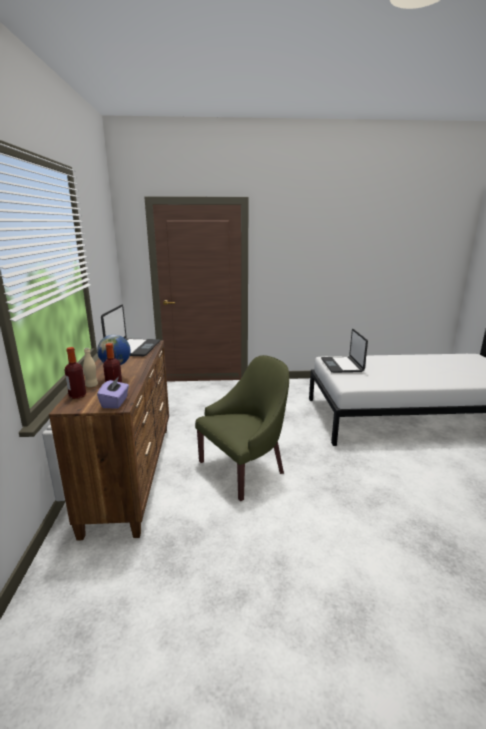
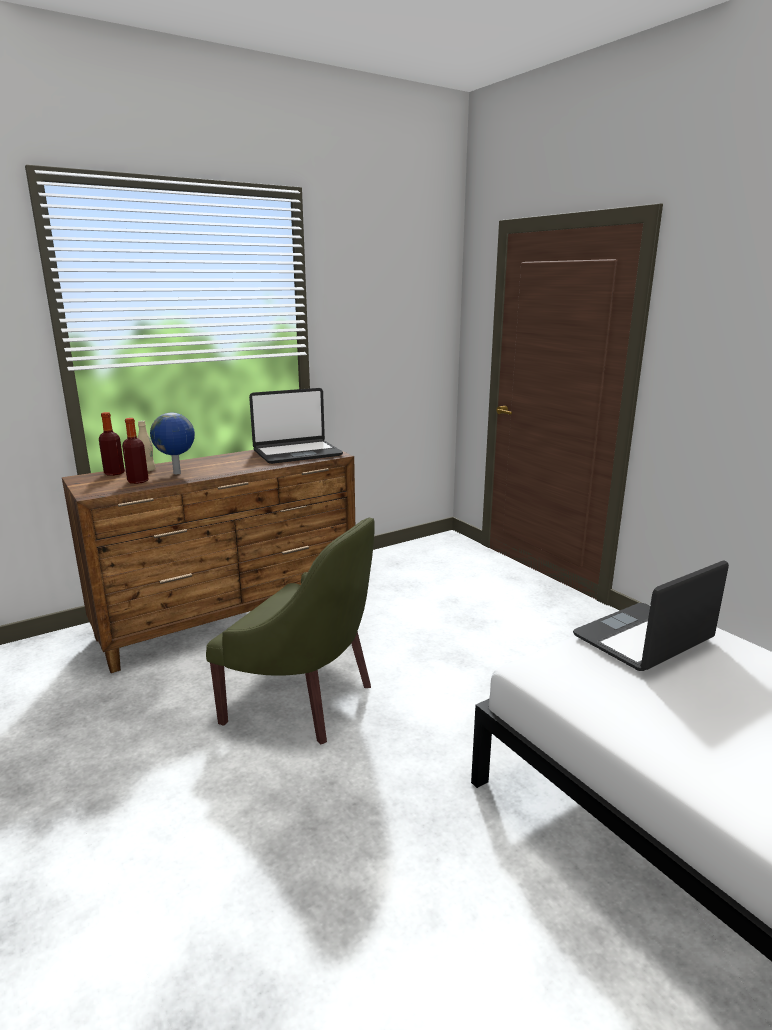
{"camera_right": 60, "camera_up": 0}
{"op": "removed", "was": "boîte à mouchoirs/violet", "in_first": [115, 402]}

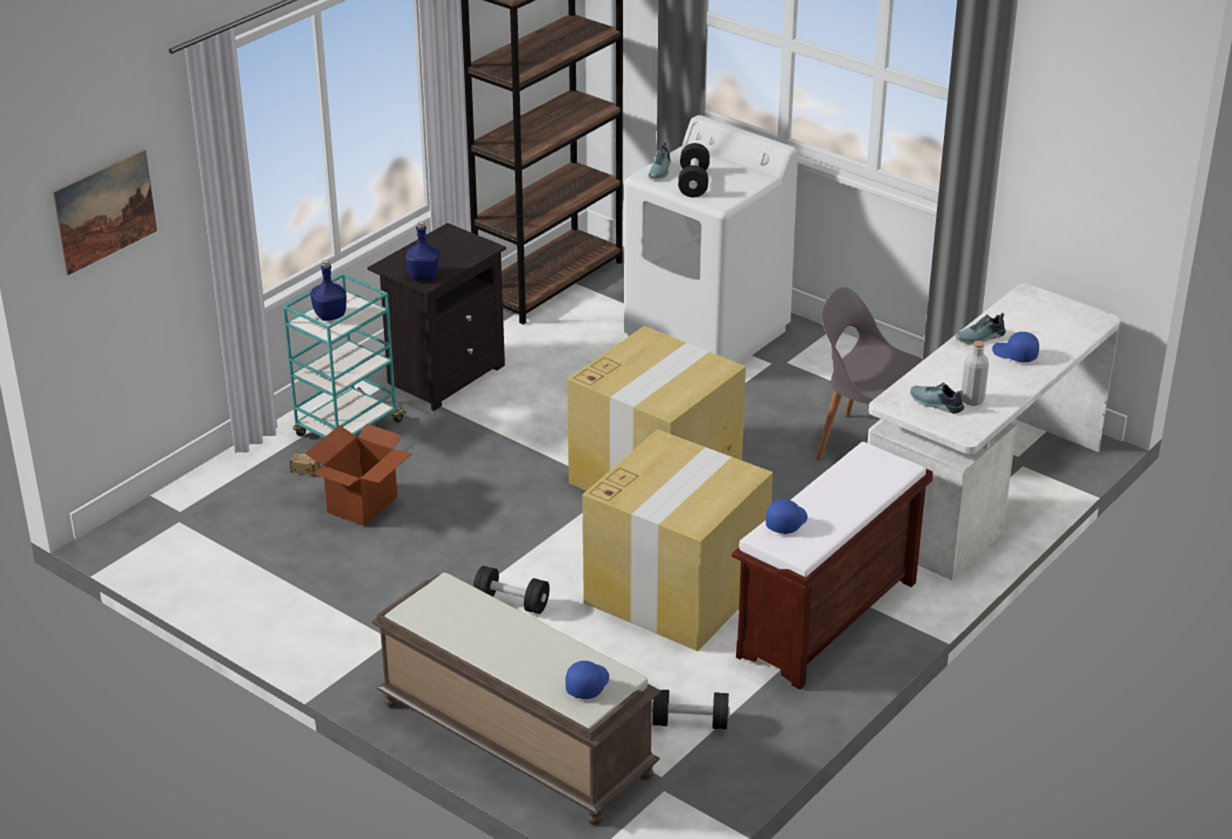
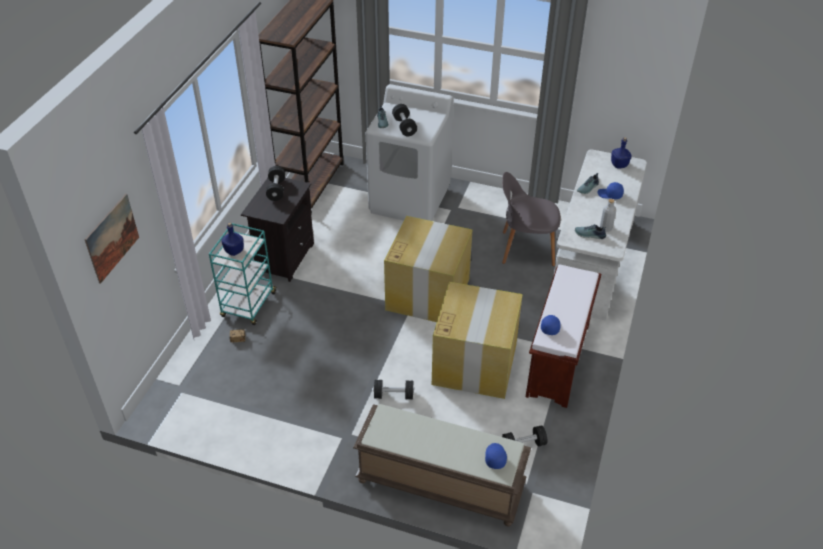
{"camera_right": -20, "camera_up": 10}
{"op": "added", "now": "haltère/noir", "in_second": [276, 189]}
{"op": "moved", "was": "bouteille/bleu", "in_first": [424, 276], "in_second": [619, 165]}
{"op": "removed", "was": "carton", "in_first": [362, 505]}

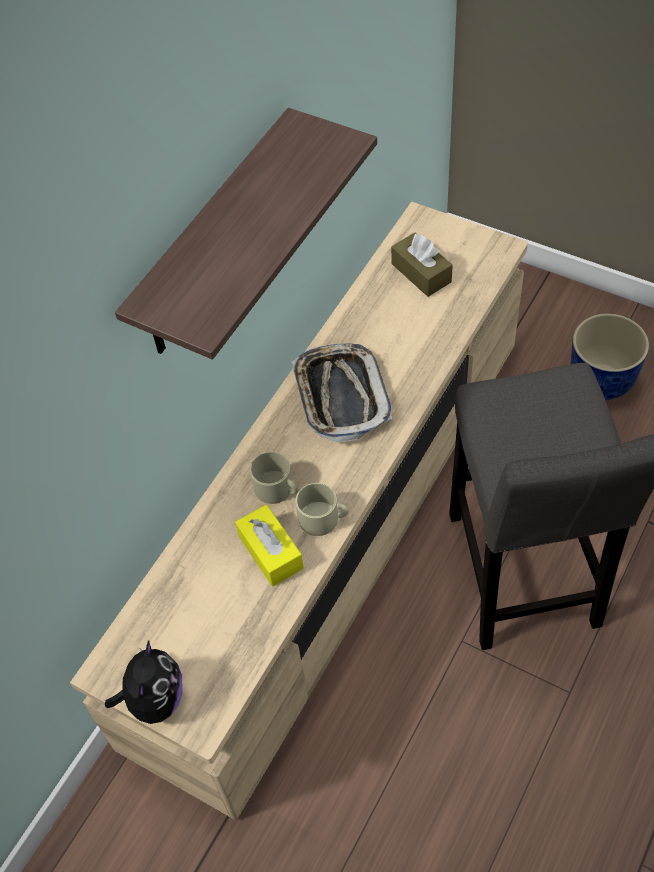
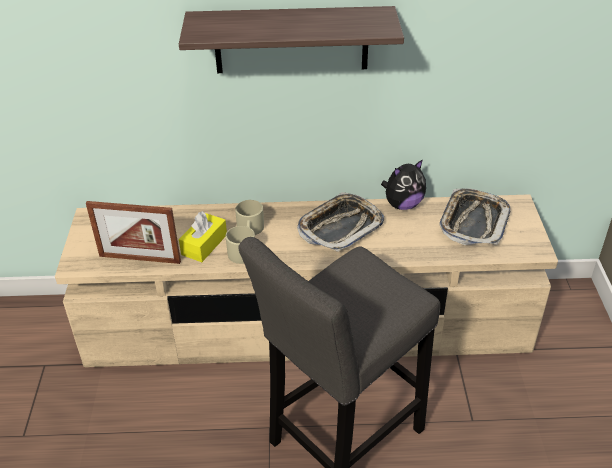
{"camera_right": 55, "camera_up": -15}
{"op": "added", "now": "cadre photo", "in_second": [140, 259]}
{"op": "moved", "was": "peluche", "in_first": [154, 699], "in_second": [402, 204]}
{"op": "replaced", "was": "boîte à mouchoirs/marron", "now": "plateau", "in_first": [421, 273], "in_second": [473, 222]}
{"op": "removed", "was": "cache-pot", "in_first": [601, 381]}

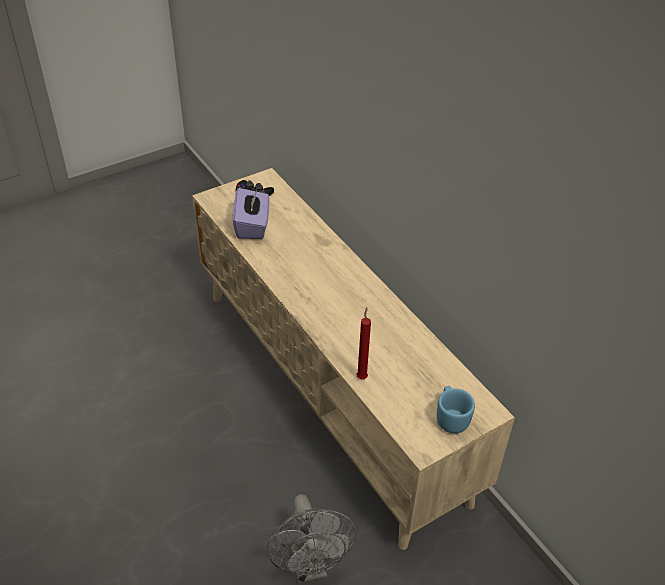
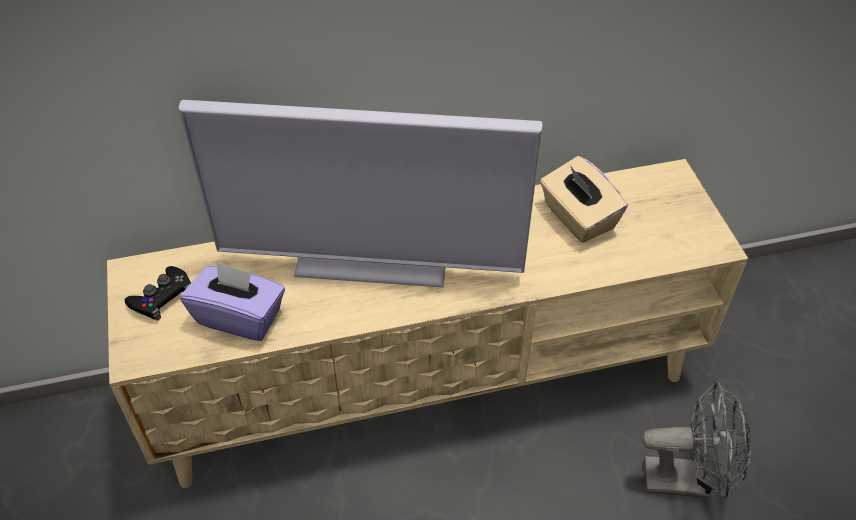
{"camera_right": -70, "camera_up": 5}
{"op": "added", "now": "téléviseur", "in_second": [371, 261]}
{"op": "added", "now": "boîte à mouchoirs/beige", "in_second": [578, 217]}
{"op": "removed", "was": "bougie/rouge", "in_first": [362, 376]}
{"op": "removed", "was": "mug/bleu", "in_first": [451, 417]}

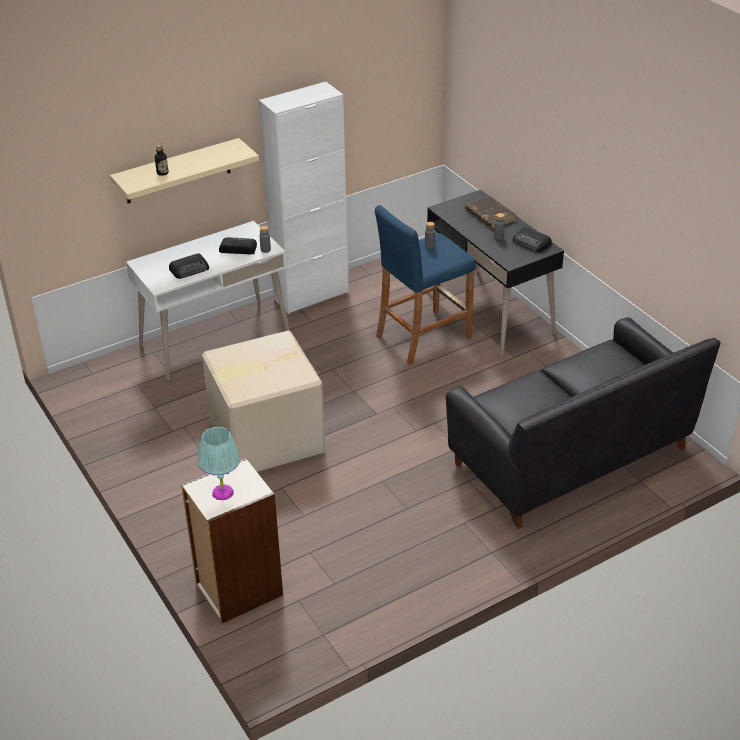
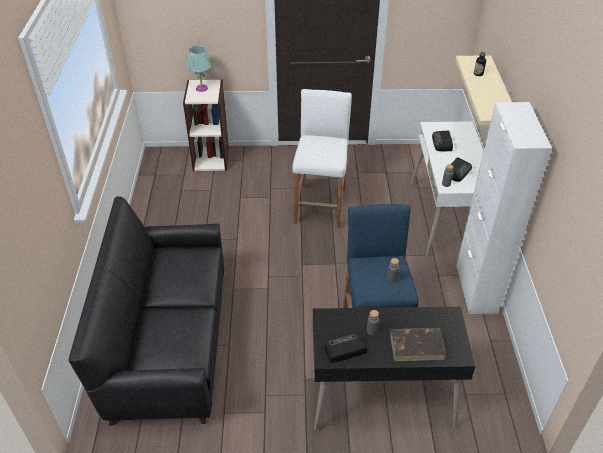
{"camera_right": 120, "camera_up": 5}
{"op": "replaced", "was": "carton", "now": "tabouret/blanc", "in_first": [265, 437], "in_second": [320, 206]}

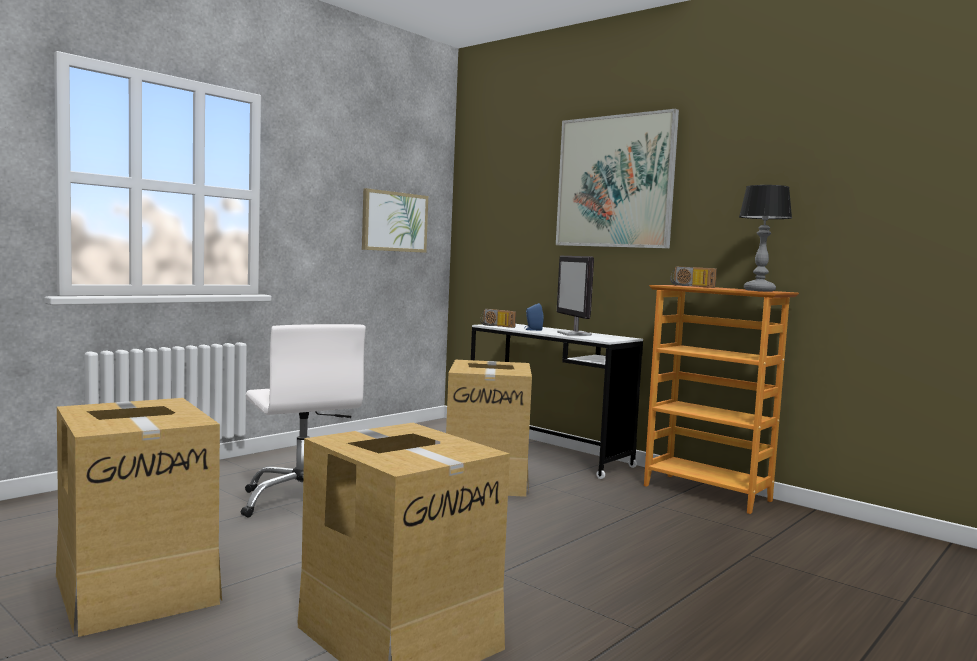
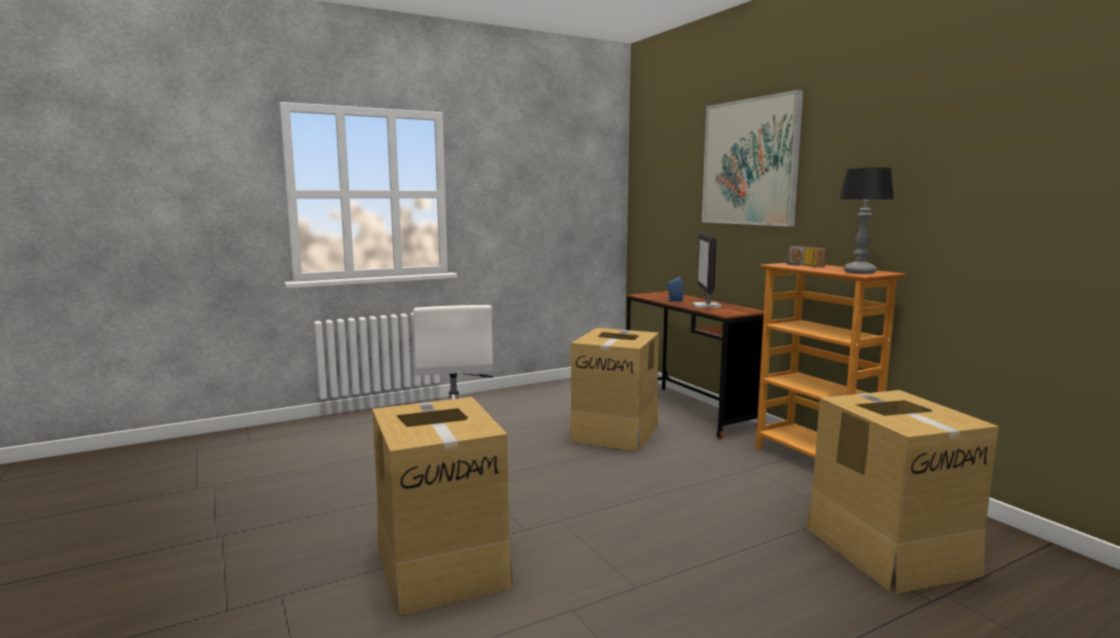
{"camera_right": 20, "camera_up": 5}
{"op": "recoloured", "was": "bureau/blanc", "now": "bureau/marron", "in_first": [547, 454], "in_second": [688, 411]}
{"op": "moved", "was": "carton", "in_first": [137, 587], "in_second": [889, 549]}
{"op": "removed", "was": "tableau", "in_first": [394, 221]}
{"op": "removed", "was": "radio", "in_first": [496, 326]}

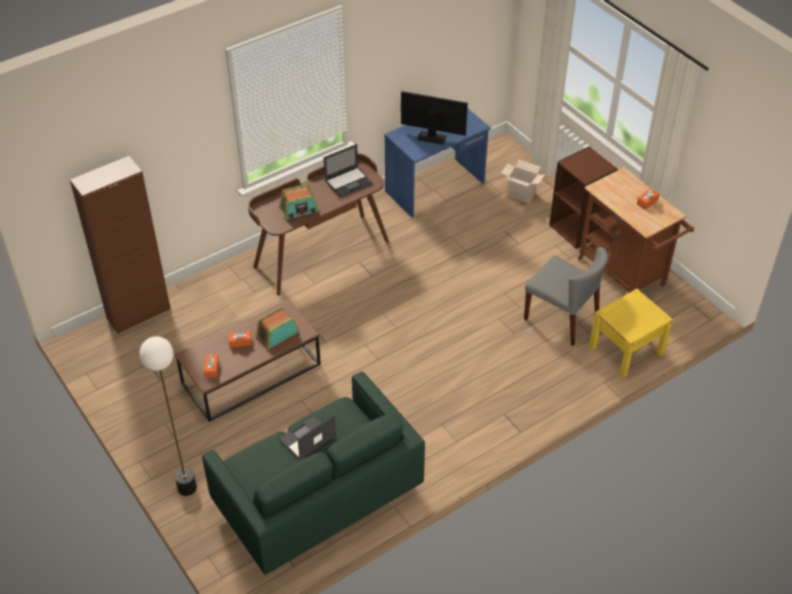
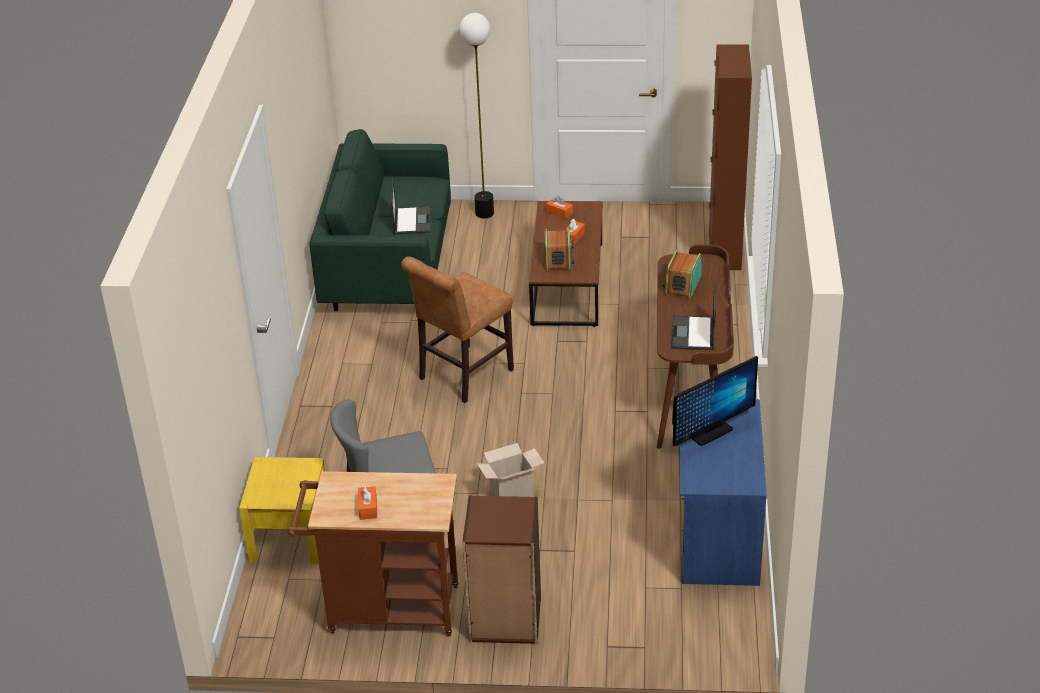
{"camera_right": 130, "camera_up": -10}
{"op": "added", "now": "chaise/marron", "in_second": [462, 376]}
{"op": "moved", "was": "carton", "in_first": [520, 194], "in_second": [512, 494]}

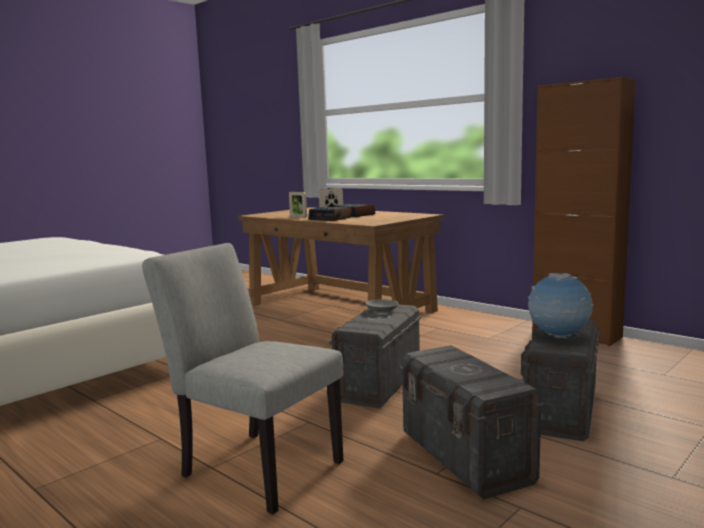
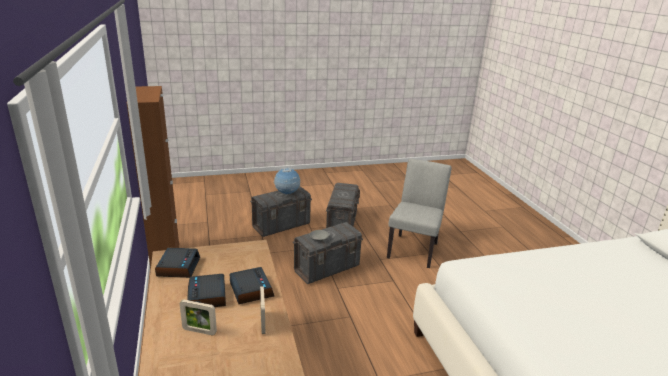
{"camera_right": -150, "camera_up": 15}
{"op": "added", "now": "réveil", "in_second": [178, 267]}
{"op": "turned", "was": "chaise/gris", "in_first": [253, 465], "in_second": [414, 248], "clockwise": -135}

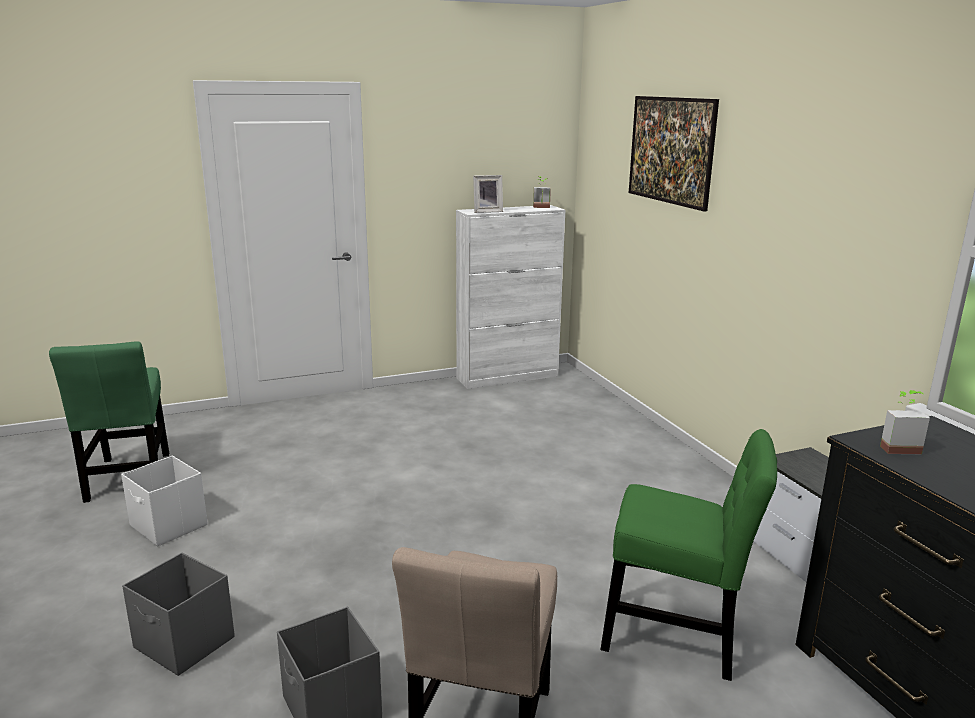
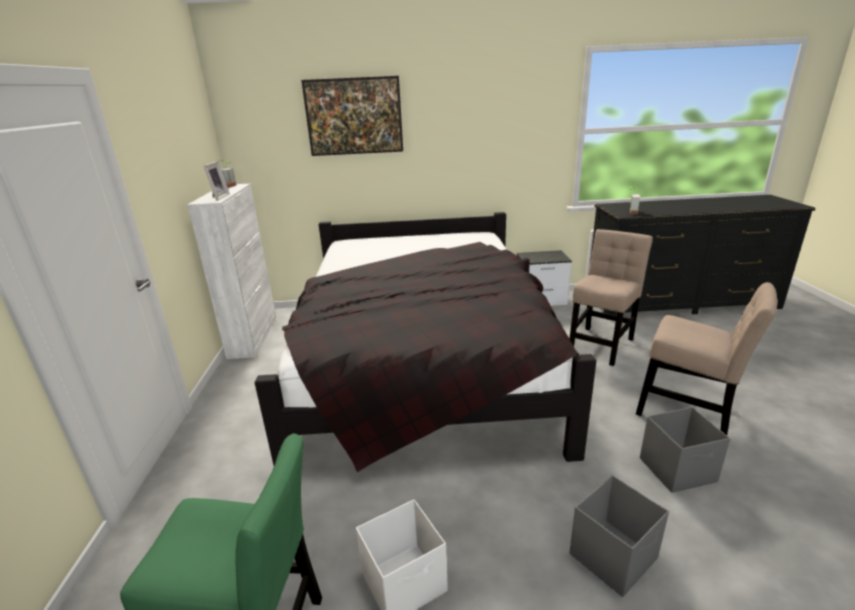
{"camera_right": -70, "camera_up": 5}
{"op": "added", "now": "lit/noir", "in_second": [424, 363]}
{"op": "recoloured", "was": "chaise/vert", "now": "chaise/beige", "in_first": [676, 636], "in_second": [601, 344]}

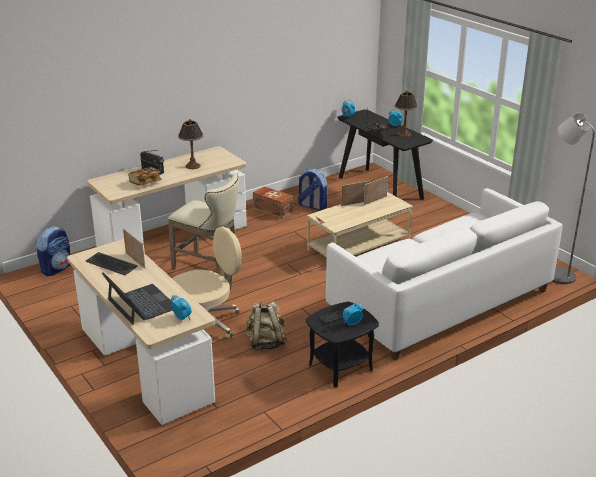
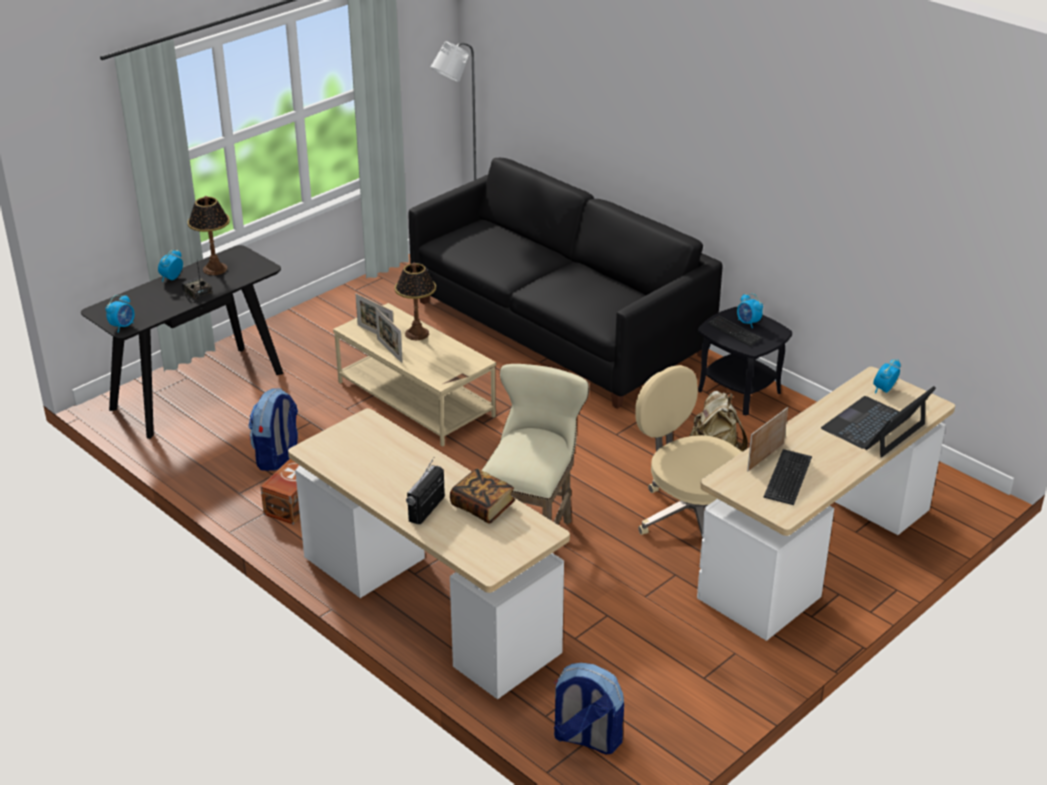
{"camera_right": -100, "camera_up": 5}
{"op": "moved", "was": "lampe de table", "in_first": [193, 166], "in_second": [417, 334]}
{"op": "recoloured", "was": "canapé/blanc", "now": "canapé/noir", "in_first": [440, 301], "in_second": [559, 328]}

